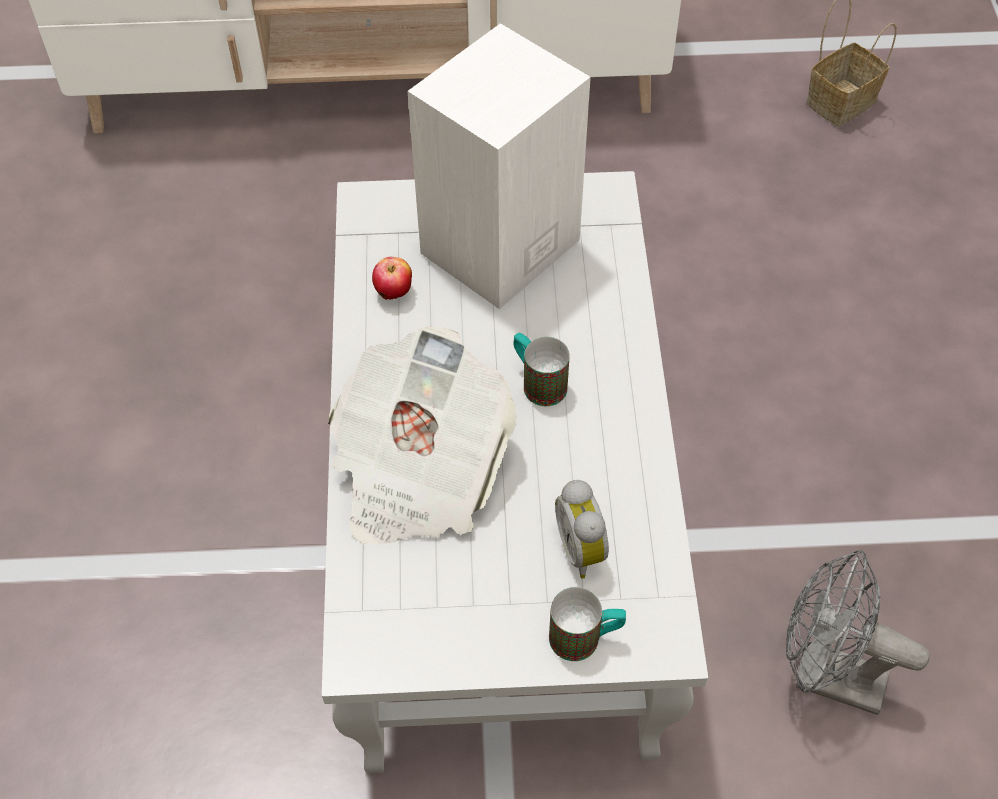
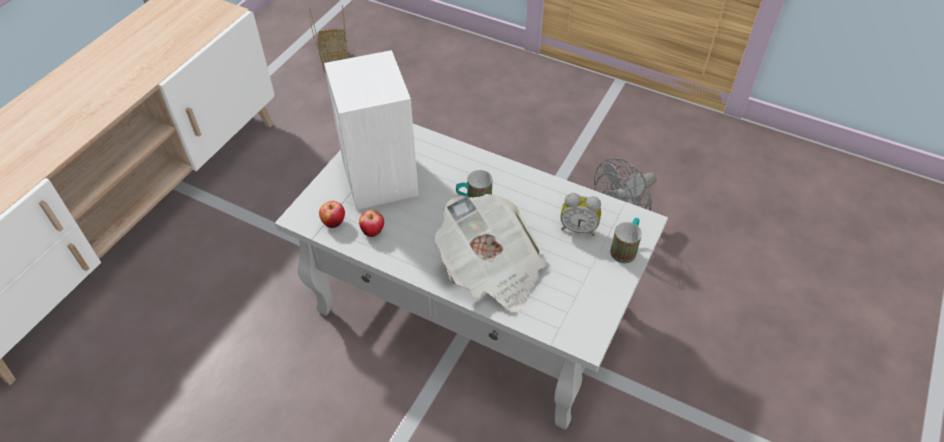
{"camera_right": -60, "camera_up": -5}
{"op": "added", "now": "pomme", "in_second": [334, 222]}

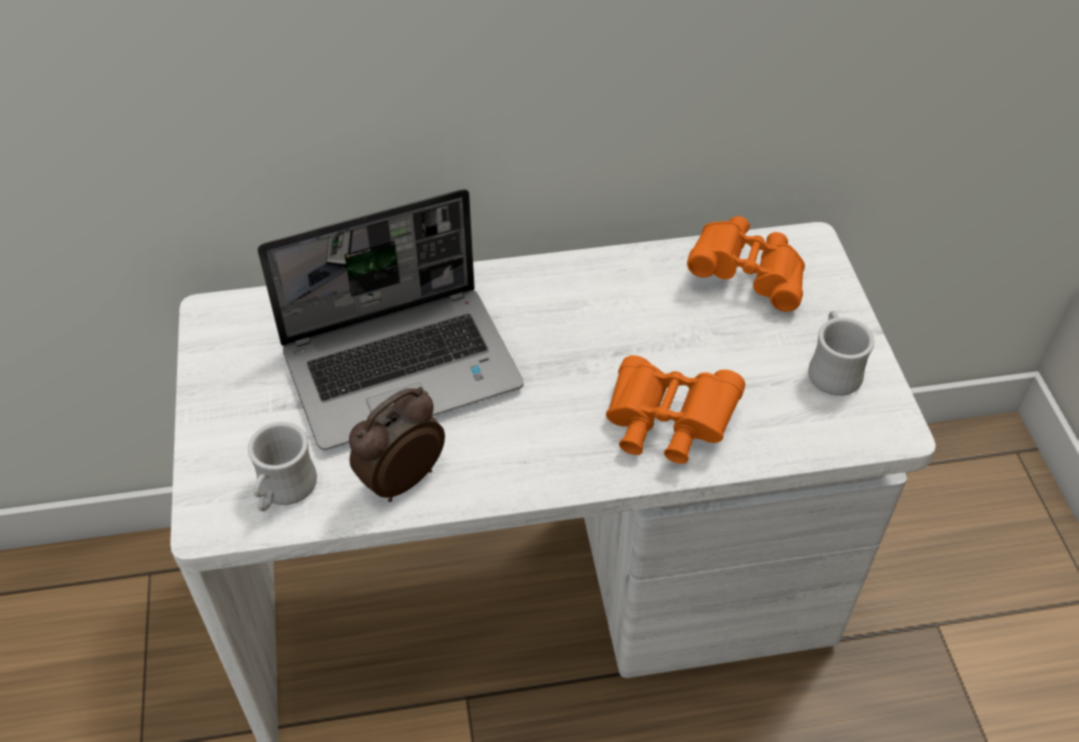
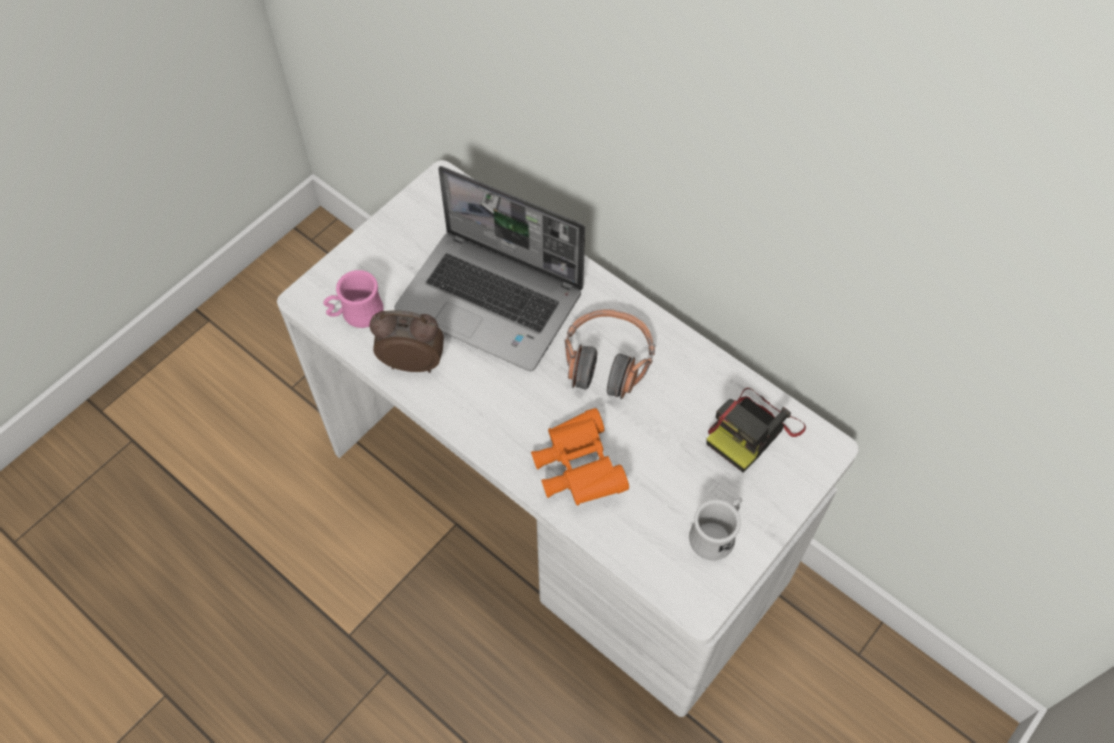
{"camera_right": 50, "camera_up": 10}
{"op": "recoloured", "was": "mug/blanc", "now": "mug/rose", "in_first": [283, 491], "in_second": [356, 314]}
{"op": "added", "now": "casque audio", "in_second": [607, 361]}
{"op": "replaced", "was": "jumelles/orange", "now": "appareil photo", "in_first": [747, 276], "in_second": [753, 431]}

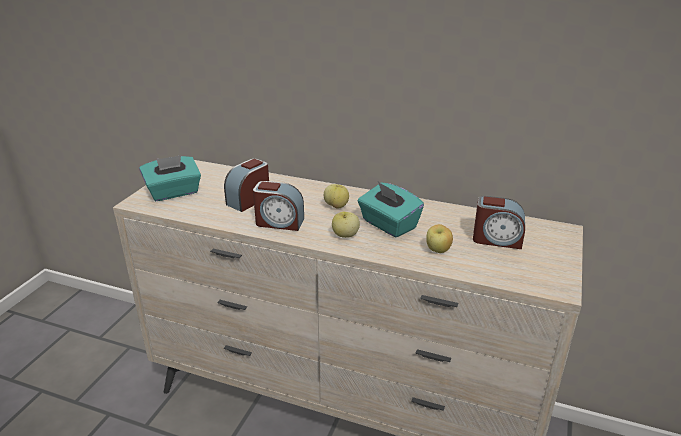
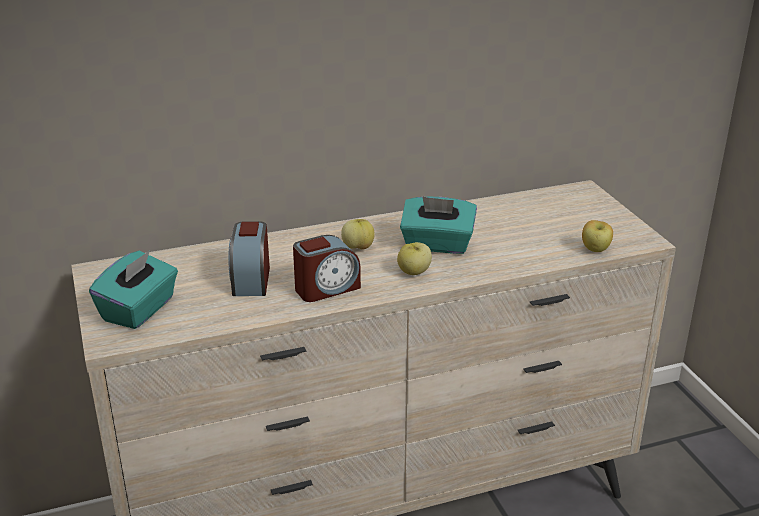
{"camera_right": -40, "camera_up": 0}
{"op": "moved", "was": "pomme", "in_first": [438, 250], "in_second": [595, 250]}
{"op": "removed", "was": "réveil", "in_first": [497, 239]}

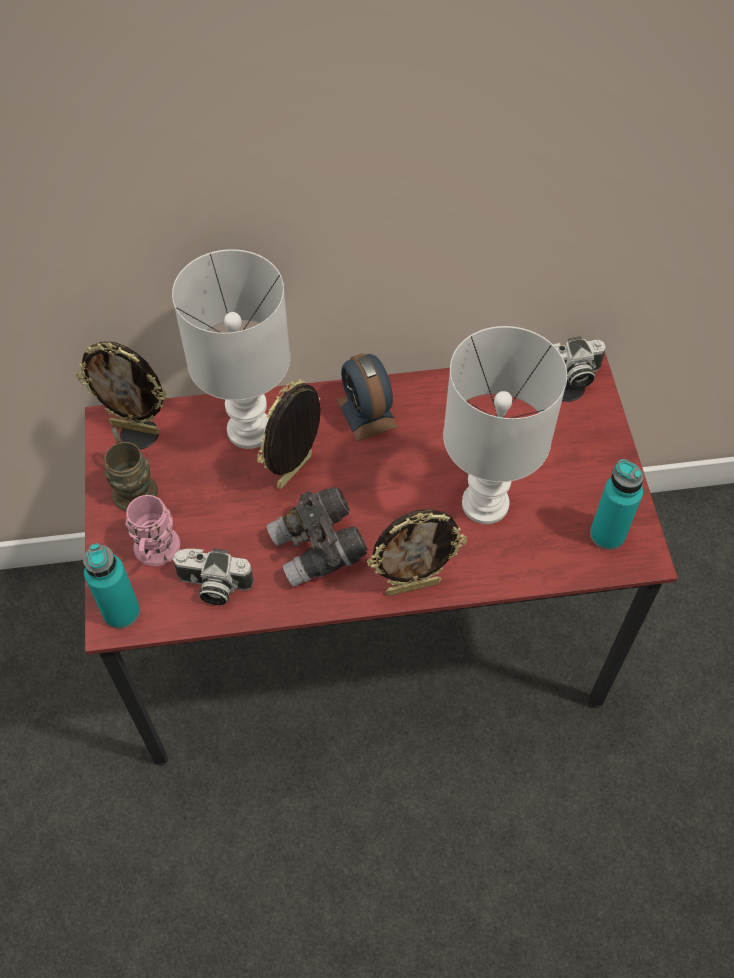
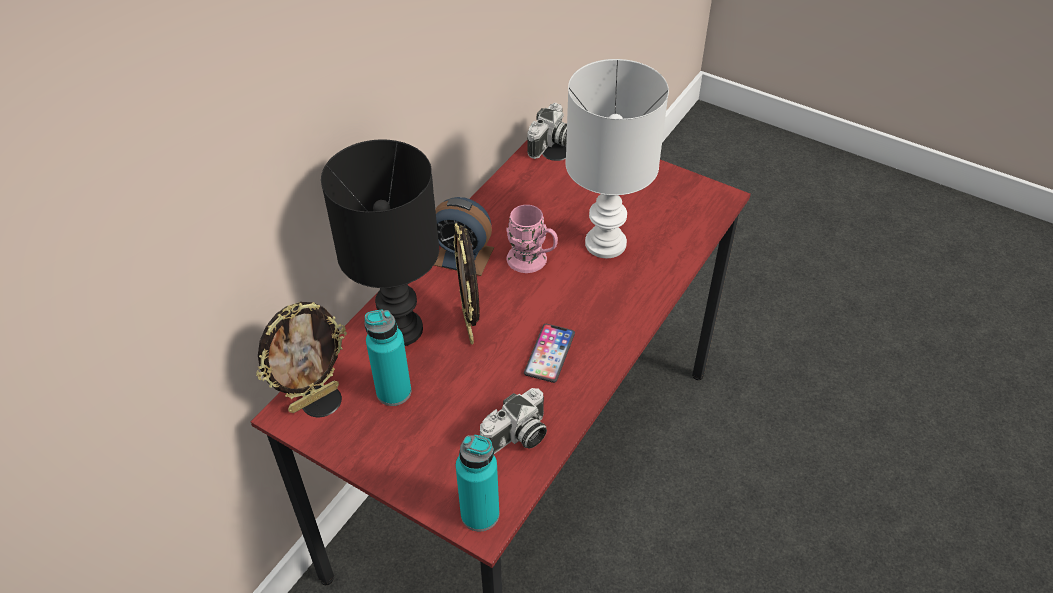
{"camera_right": -50, "camera_up": -10}
{"op": "recoloured", "was": "lampe de table/blanc", "now": "lampe de table/noir", "in_first": [251, 430], "in_second": [402, 328]}
{"op": "moved", "was": "bouteille/turquoise", "in_first": [607, 534], "in_second": [393, 392]}
{"op": "moved", "was": "mug/rose", "in_first": [155, 554], "in_second": [533, 262]}
{"op": "replaced", "was": "jumelles/gris", "now": "téléphone", "in_first": [318, 549], "in_second": [549, 353]}
{"op": "removed", "was": "mug/marron", "in_first": [132, 485]}
{"op": "removed", "was": "cadre photo", "in_first": [413, 586]}

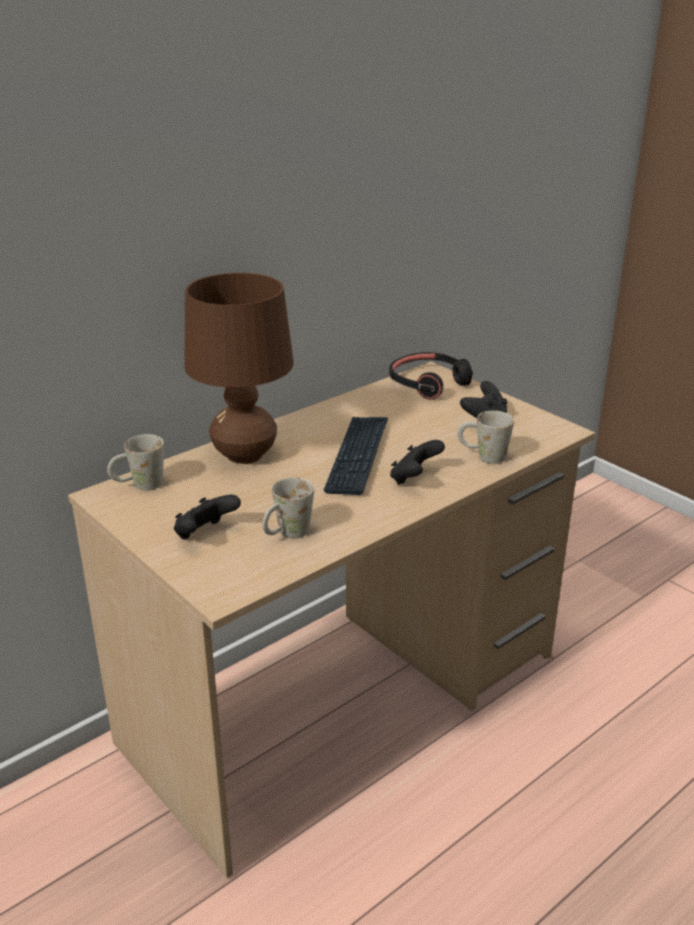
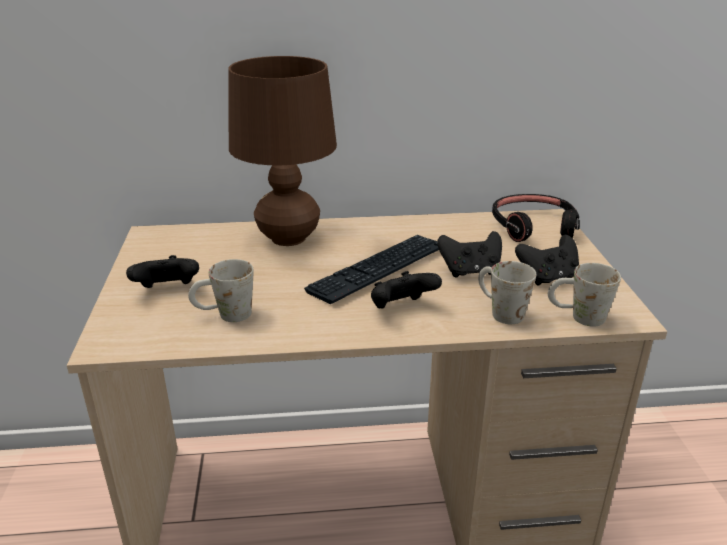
{"camera_right": 35, "camera_up": 0}
{"op": "added", "now": "manette/noir", "in_second": [470, 271]}
{"op": "moved", "was": "mug/blanc", "in_first": [139, 485], "in_second": [577, 317]}

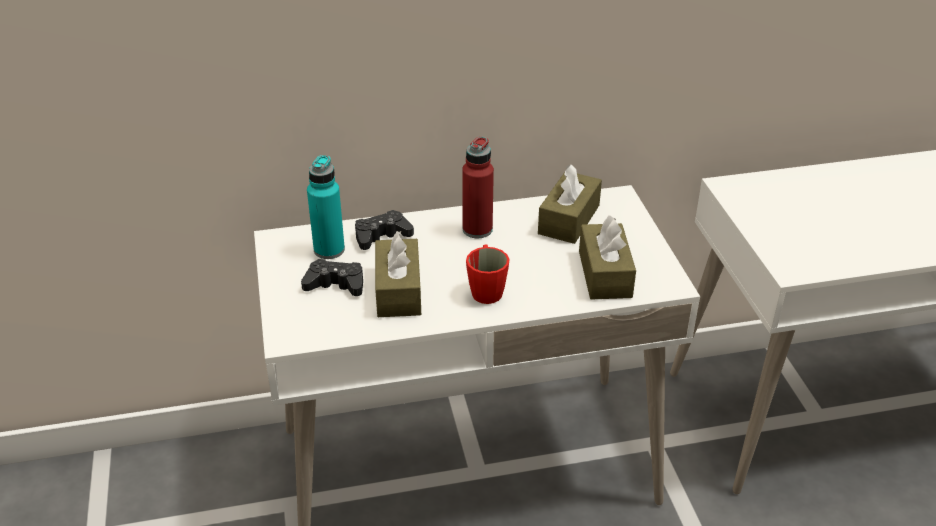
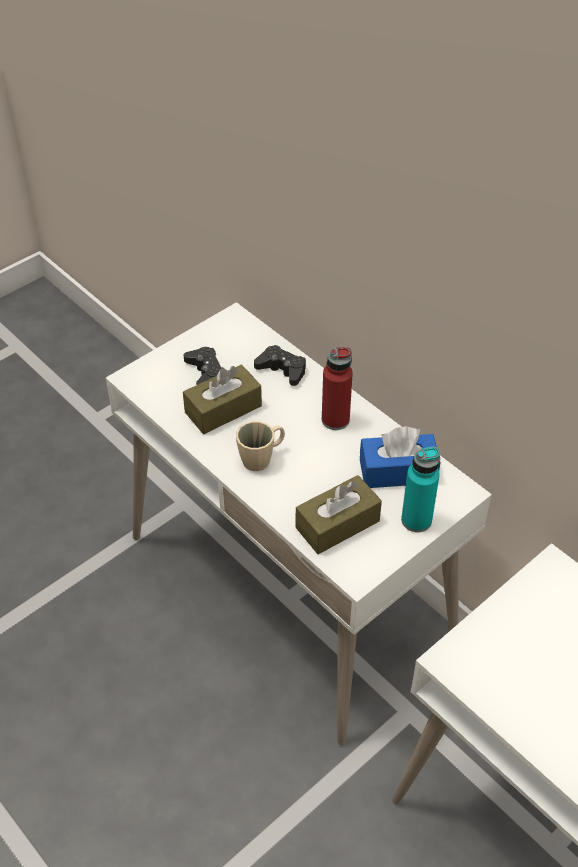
{"camera_right": 60, "camera_up": 10}
{"op": "recoloured", "was": "mug/rouge", "now": "mug/beige", "in_first": [486, 289], "in_second": [262, 458]}
{"op": "recoloured", "was": "boîte à mouchoirs/marron", "now": "boîte à mouchoirs/bleu", "in_first": [569, 219], "in_second": [398, 471]}
{"op": "moved", "was": "bouteille/turquoise", "in_first": [329, 250], "in_second": [416, 520]}

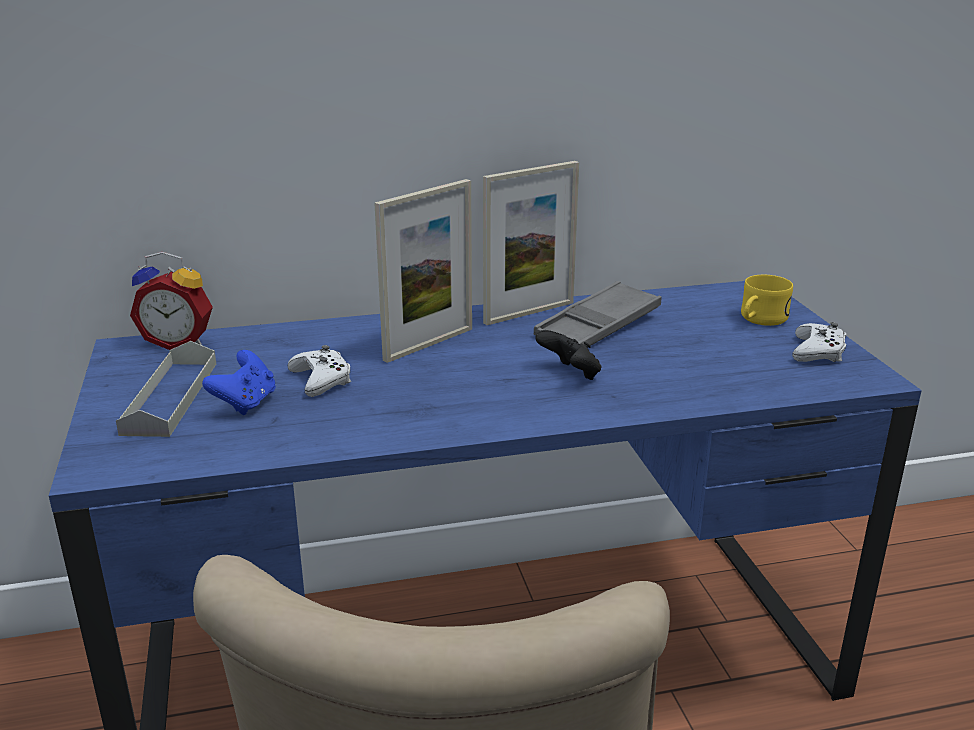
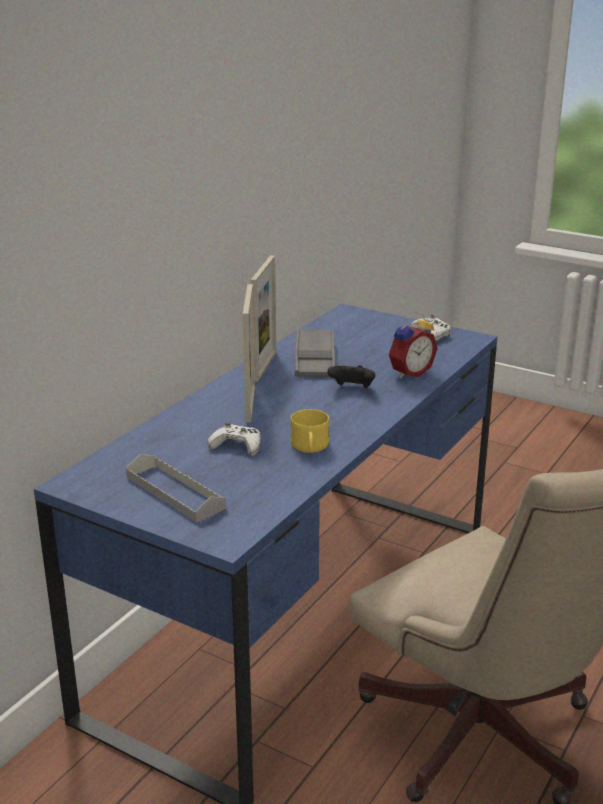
{"camera_right": -45, "camera_up": 0}
{"op": "moved", "was": "mug/jaune", "in_first": [759, 320], "in_second": [310, 448]}
{"op": "moved", "was": "réveil", "in_first": [179, 342], "in_second": [409, 372]}
{"op": "removed", "was": "manette/bleu", "in_first": [245, 403]}

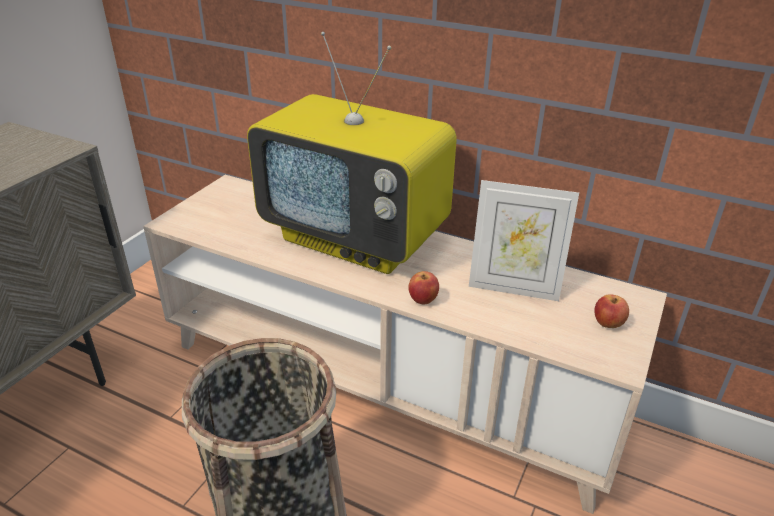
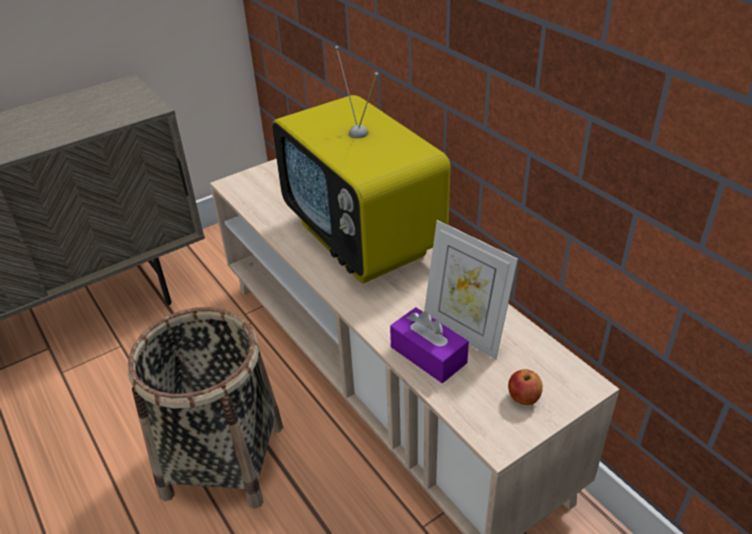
{"camera_right": 30, "camera_up": 5}
{"op": "added", "now": "boîte à mouchoirs/violet", "in_second": [428, 355]}
{"op": "removed", "was": "pomme", "in_first": [423, 300]}

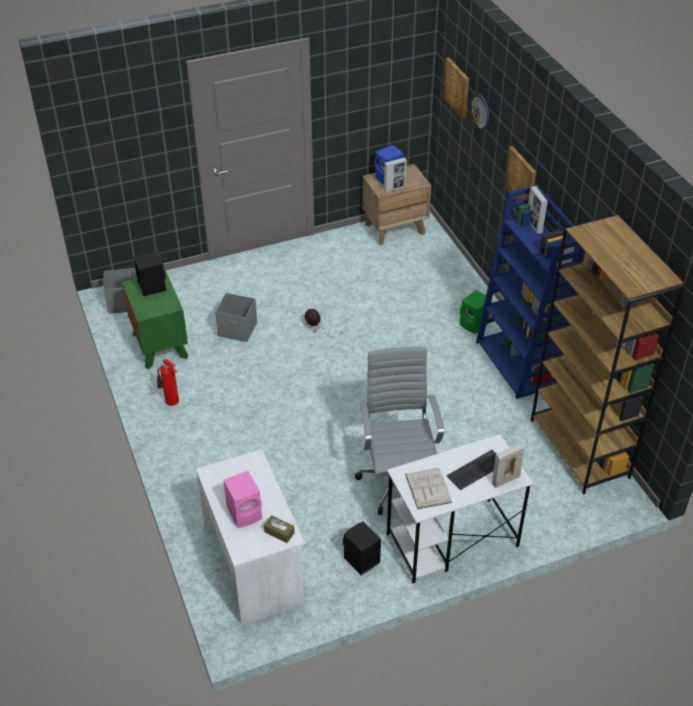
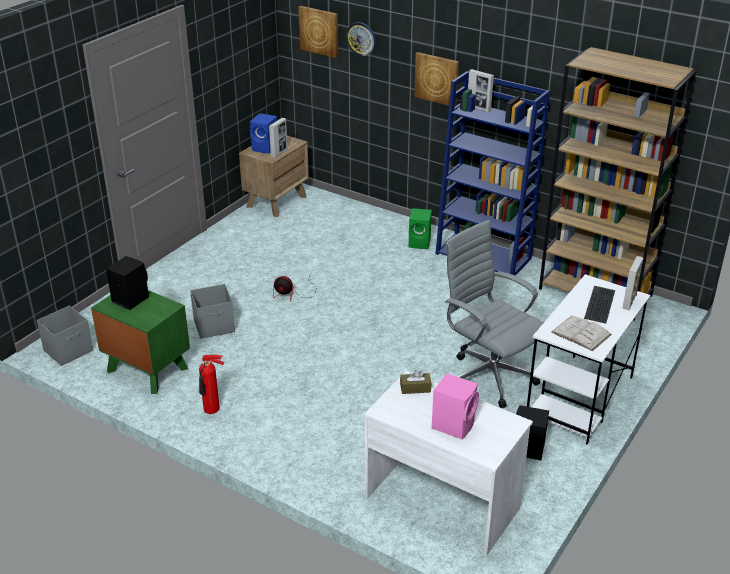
{"camera_right": -35, "camera_up": -10}
{"op": "moved", "was": "boîte à mouchoirs/marron", "in_first": [279, 532], "in_second": [415, 388]}

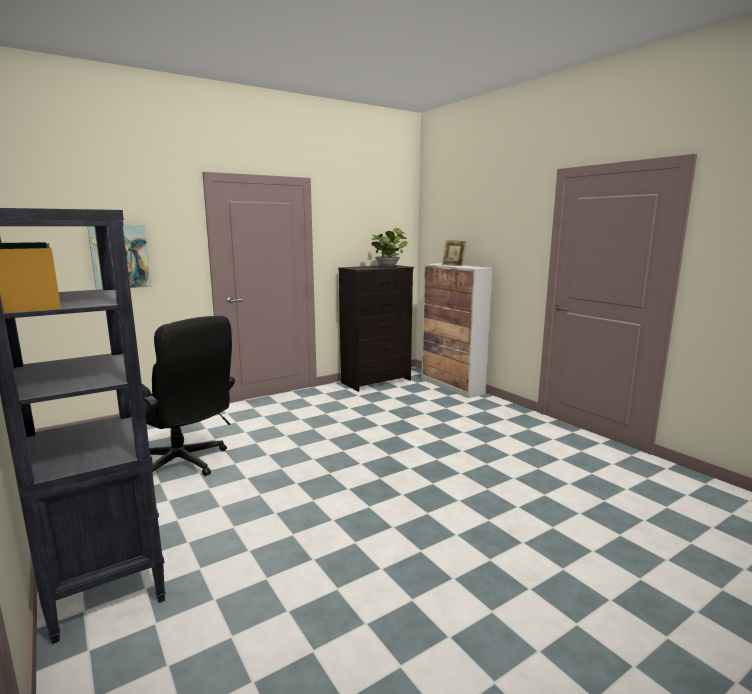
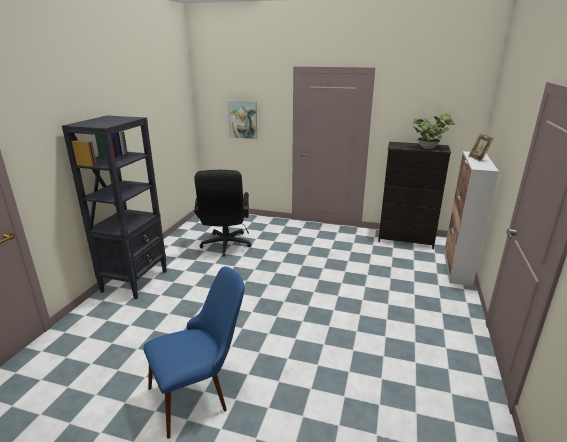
{"camera_right": 50, "camera_up": 10}
{"op": "added", "now": "chaise/bleu", "in_second": [200, 392]}

